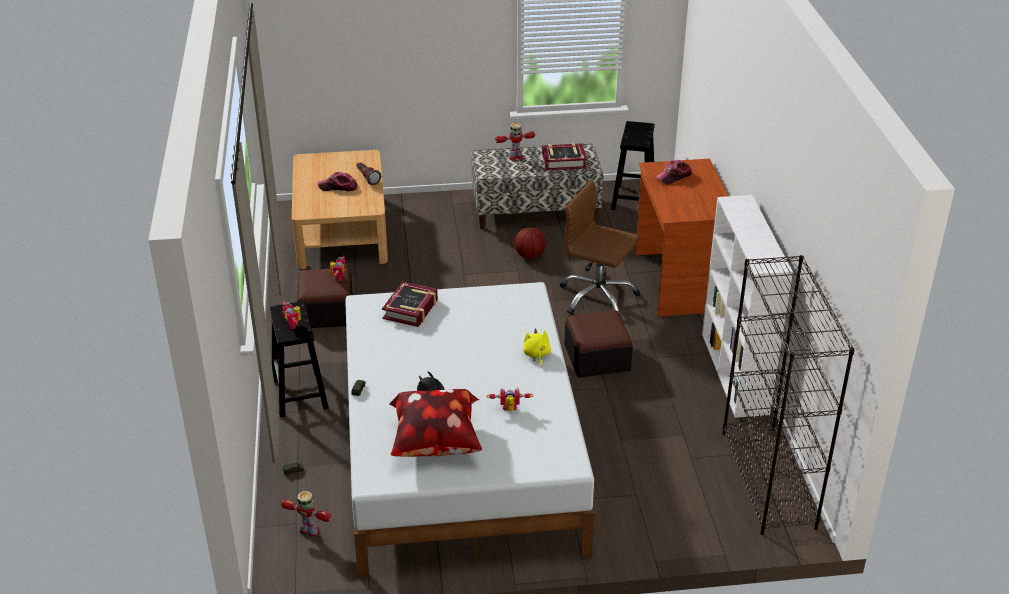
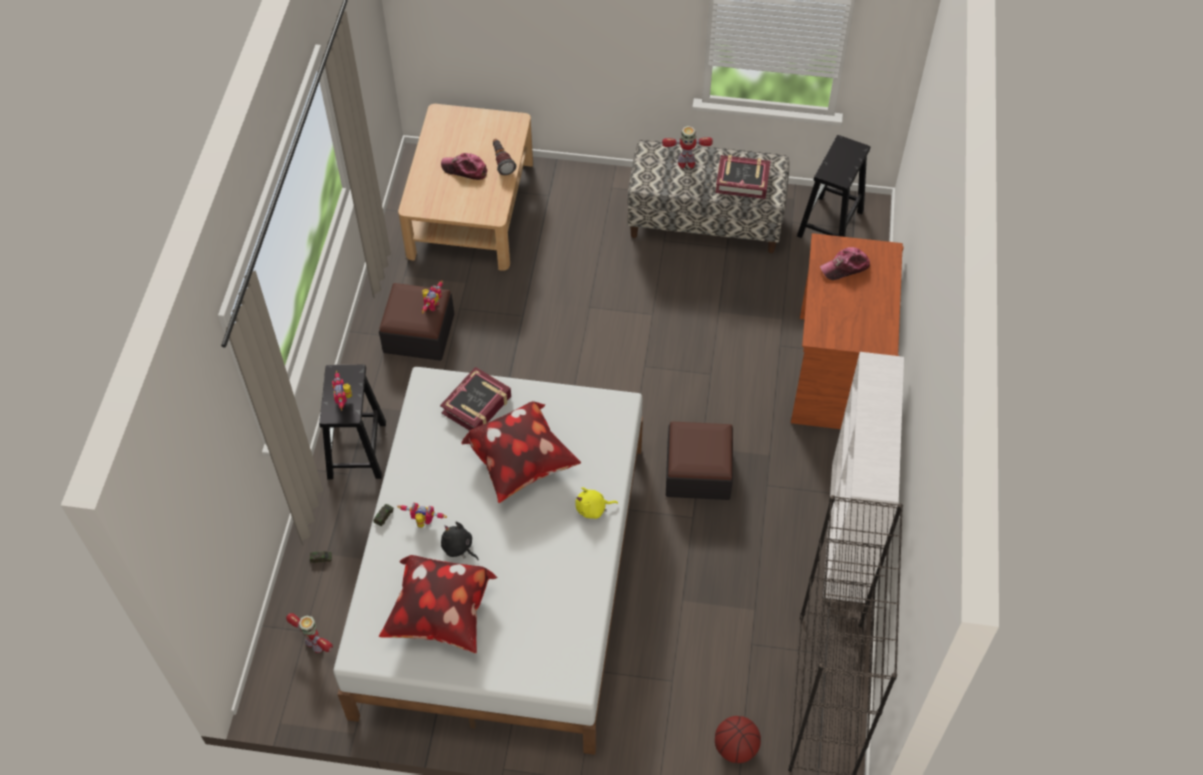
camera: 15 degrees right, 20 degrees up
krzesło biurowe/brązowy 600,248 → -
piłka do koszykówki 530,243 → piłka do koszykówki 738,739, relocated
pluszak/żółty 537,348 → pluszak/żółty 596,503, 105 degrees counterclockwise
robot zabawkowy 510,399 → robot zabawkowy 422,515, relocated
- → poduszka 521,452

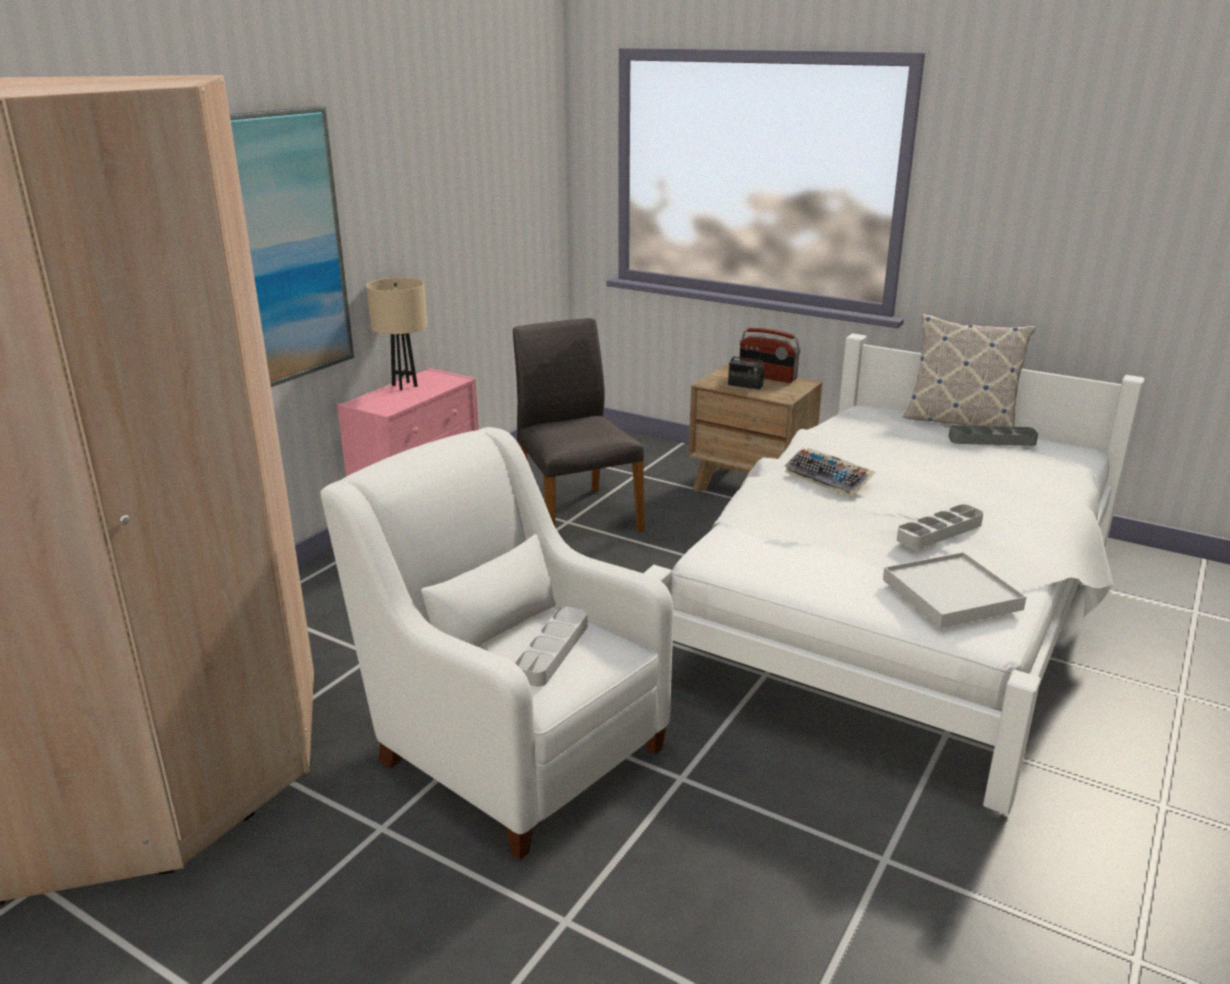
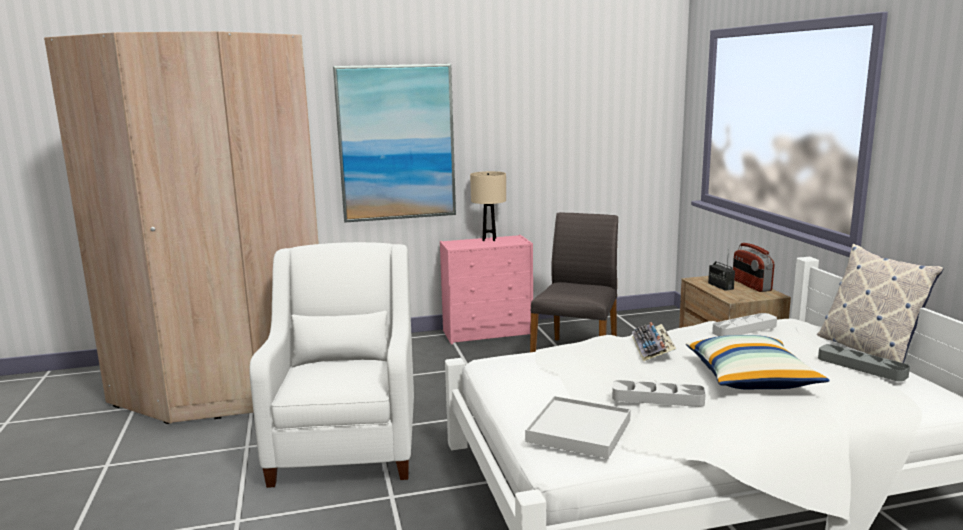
camera: 45 degrees right, 10 degrees down
taca/szary 551,647 → taca/szary 744,324, relocated
- → poduszka 758,362

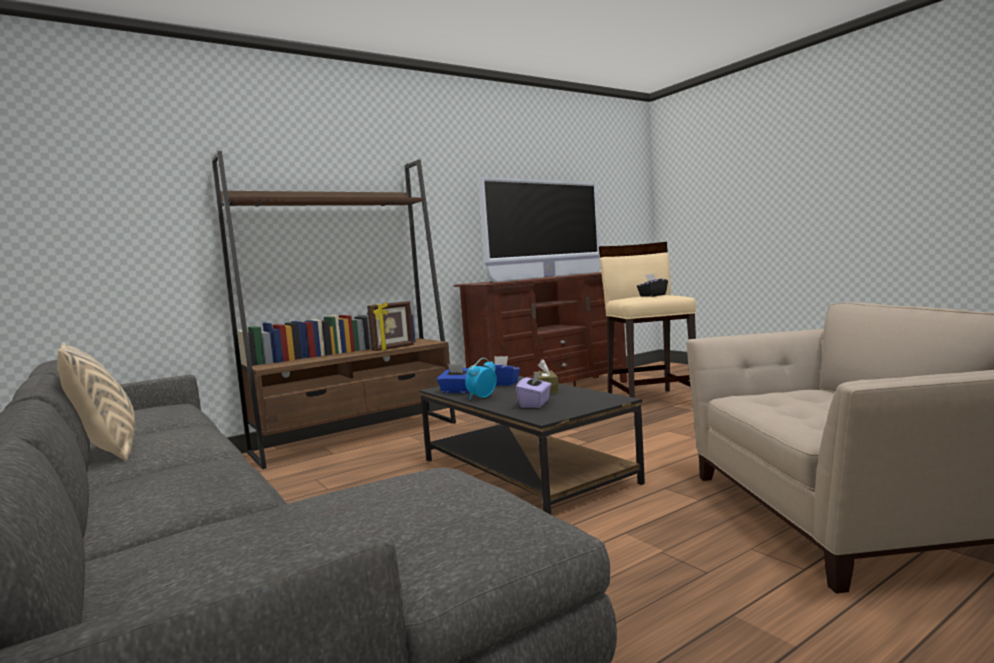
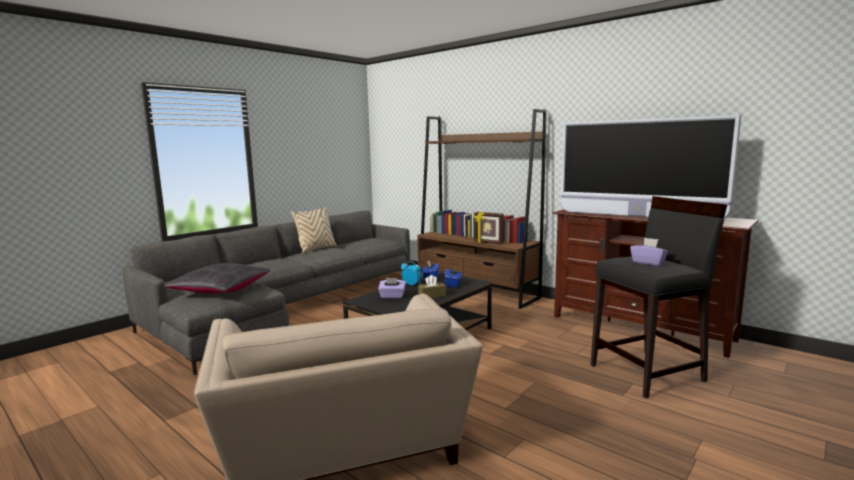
camera: 75 degrees right, 5 degrees up
stołek/beżowy 647,327 → stołek/czarny 659,297
pudełko chusteczek/czarny 652,285 → pudełko chusteczek/fioletowy 649,252
- → poduszka/czarny 217,278

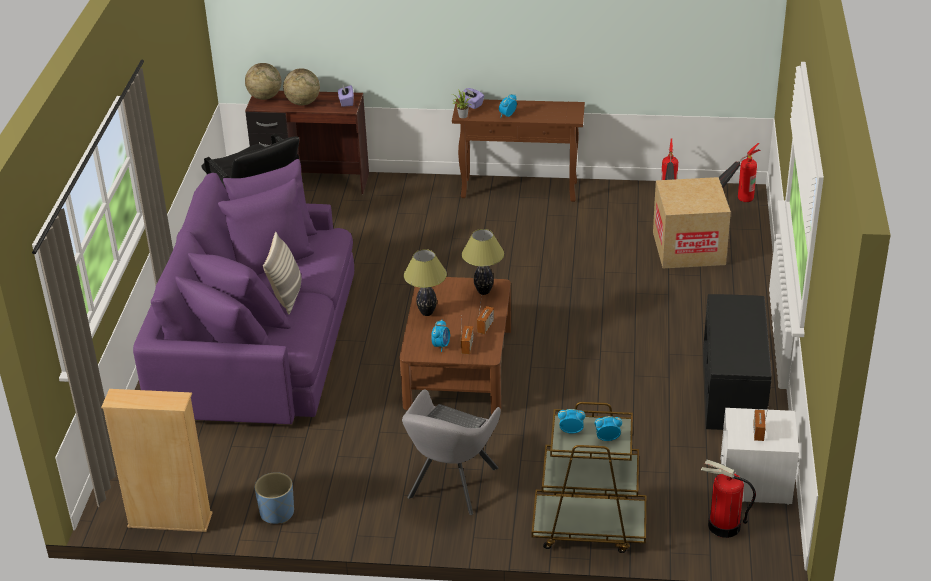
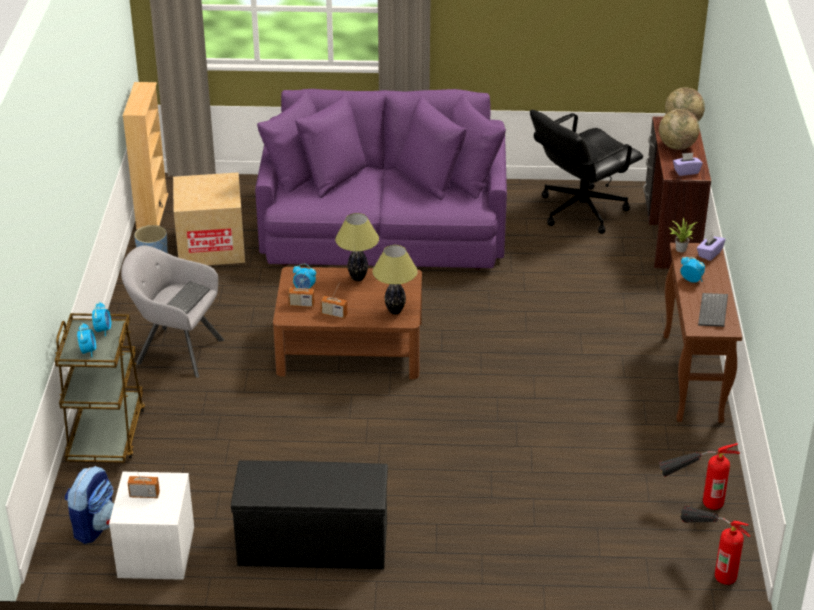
camera: 85 degrees right, 0 degrees up
karton 692,222 → karton 209,218, relocated
poduszka 282,273 → -
gaśnica 728,499 → plecak 89,505
- → klawiatura 713,310

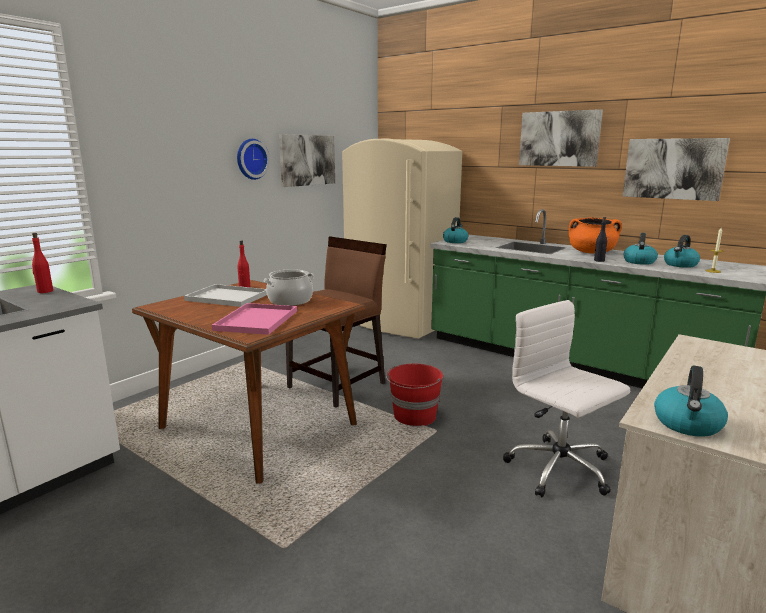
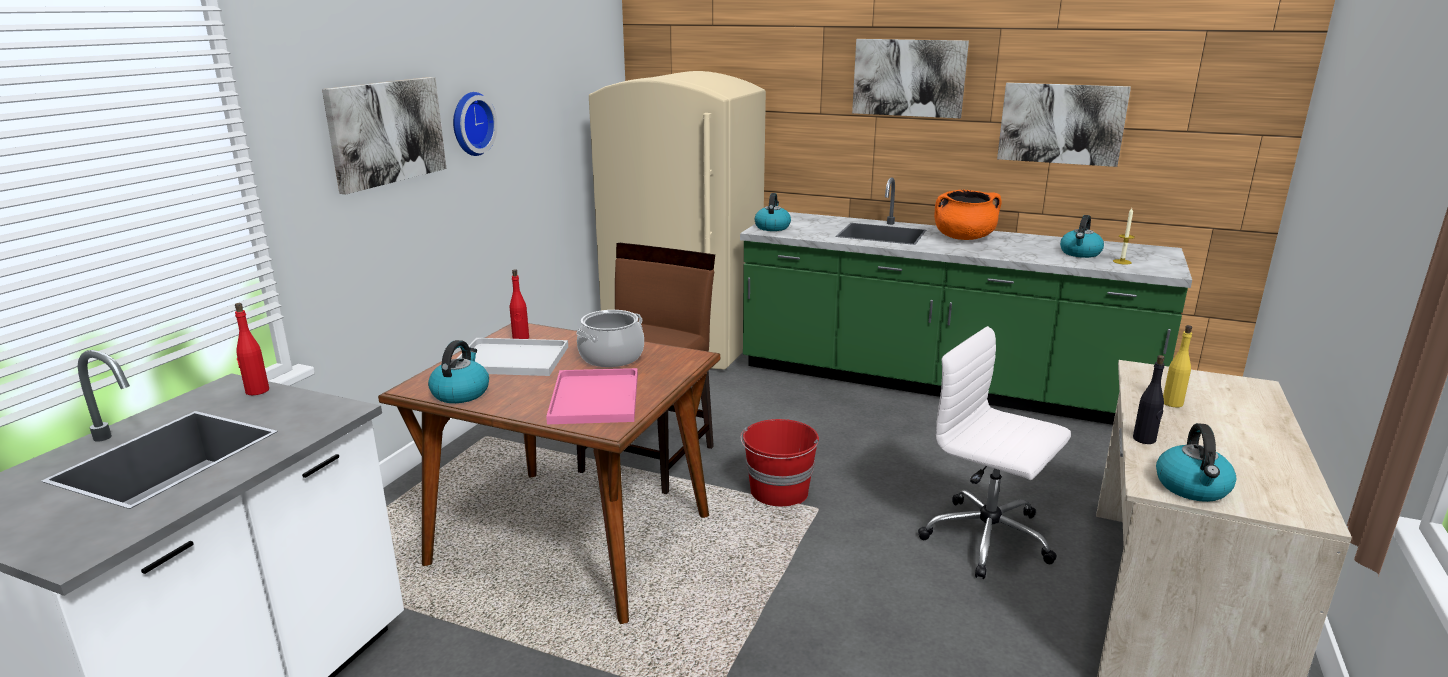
camera: 15 degrees left, 5 degrees up
obraz 307,160 → obraz 384,135, relocated
butelka/czarny 600,239 → butelka/czarny 1149,399, relocated
czajnik 640,249 → czajnik 458,371, relocated
- → butelka/żółty 1177,366

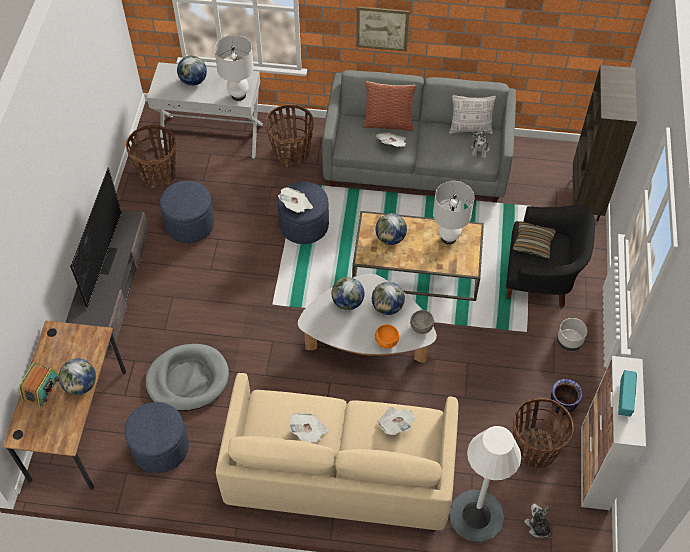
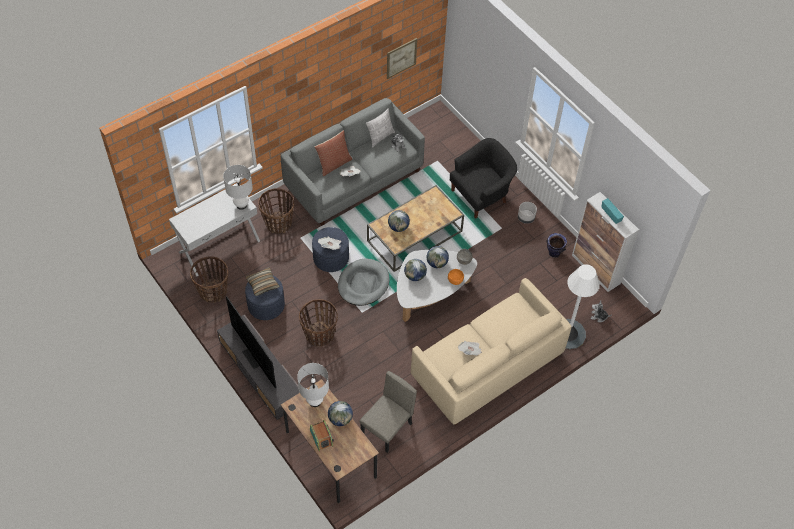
camera: 45 degrees left, 0 degrees up
obraz 383,29 → obraz 402,58, relocated
globus 192,71 → -
regał/brązowy 604,143 → -
lampa stołowa/biały 453,212 → lampa stołowa/biały 313,385, relocated
poduszka 534,240 → poduszka 262,281, relocated
legowisko/szary 187,377 → legowisko/szary 364,282, relocated
koszyk 543,433 → koszyk 318,322, relocated
pufa/niebieski 156,437 → krzesło/beżowy 388,412
gazeta 396,421 → -

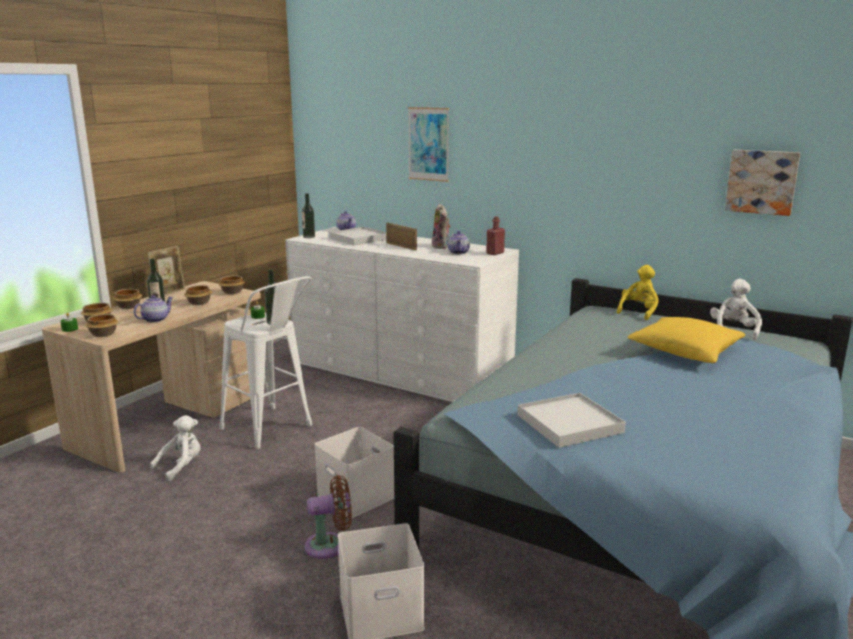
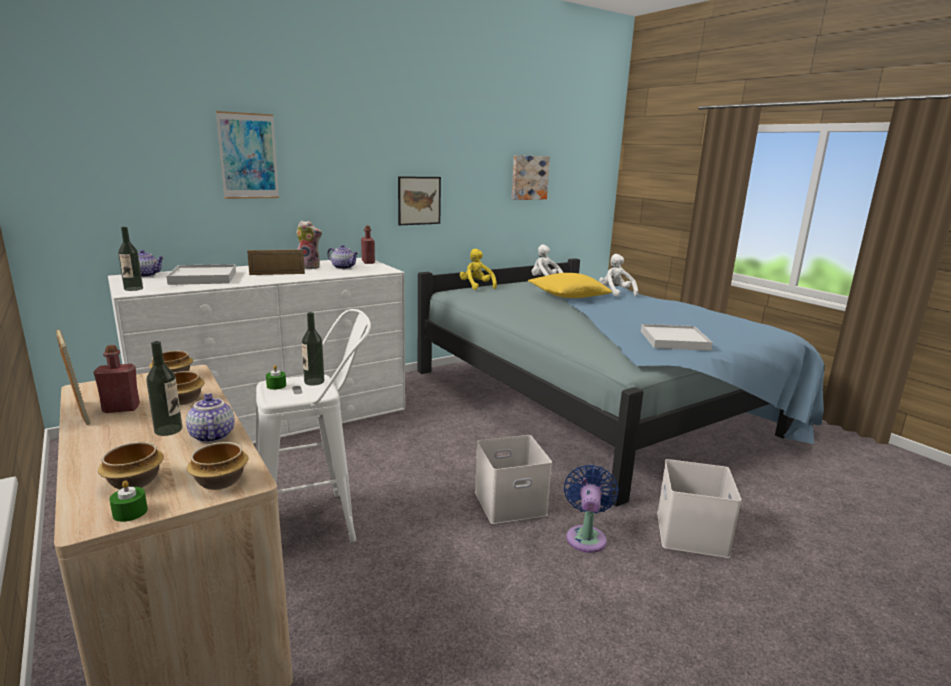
camera: 65 degrees left, 0 degrees up
miska 127,299 → -
pluszak/biały 175,448 → pluszak/biały 618,275, relocated
wentylator/brązowy 328,517 → wentylator/niebieski 591,509
- → obraz 419,201
- → butelka/czerwony 117,379

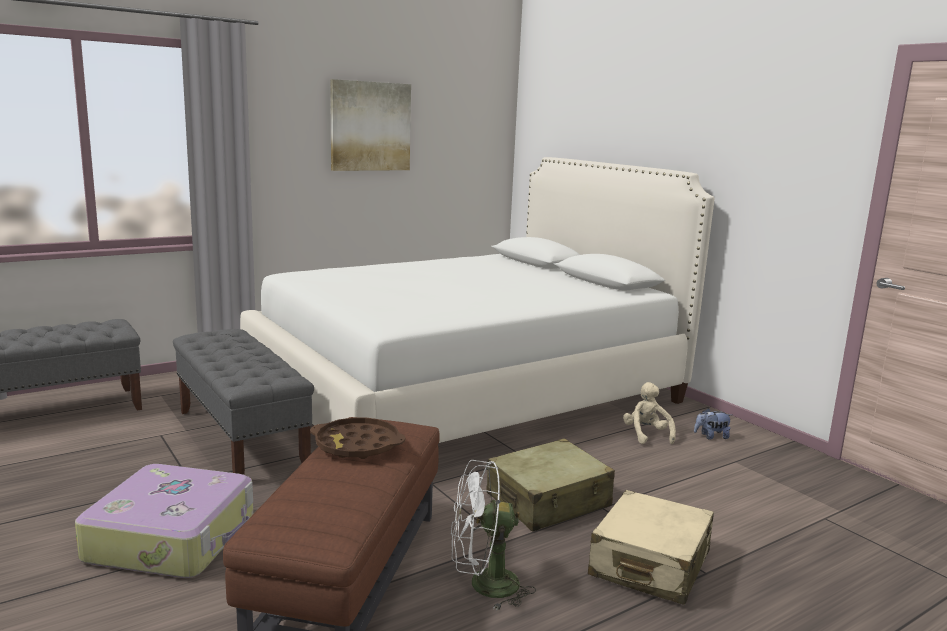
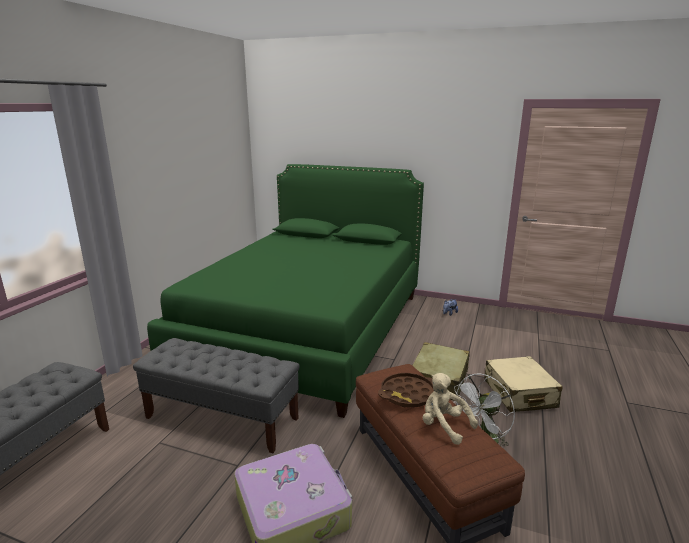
camera: 35 degrees left, 5 degrees up
obraz 370,125 → -
łóżko/biały 477,300 → łóżko/zielony 285,291
pluszak/beżowy 649,413 → pluszak/beżowy 450,409, relocated

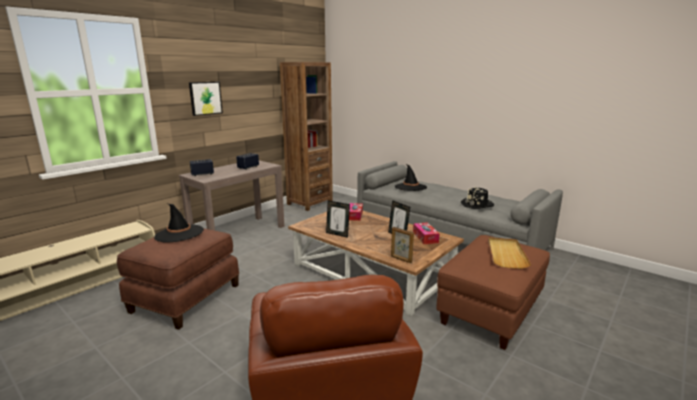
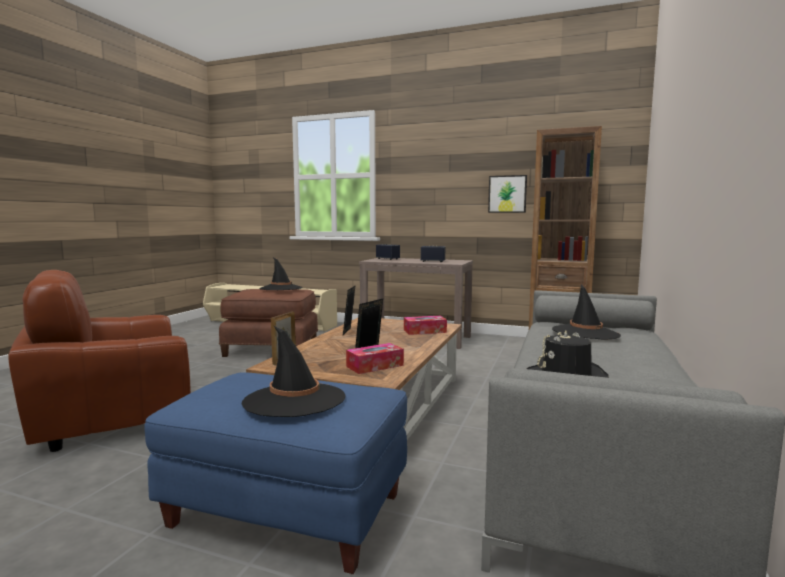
camera: 70 degrees right, 10 degrees down
obraz 206,99 → obraz 507,194, relocated
pufa/brązowy 493,292 → pufa/niebieski 275,473
taca/beżowy 509,253 → kapelusz/czarny 293,371

